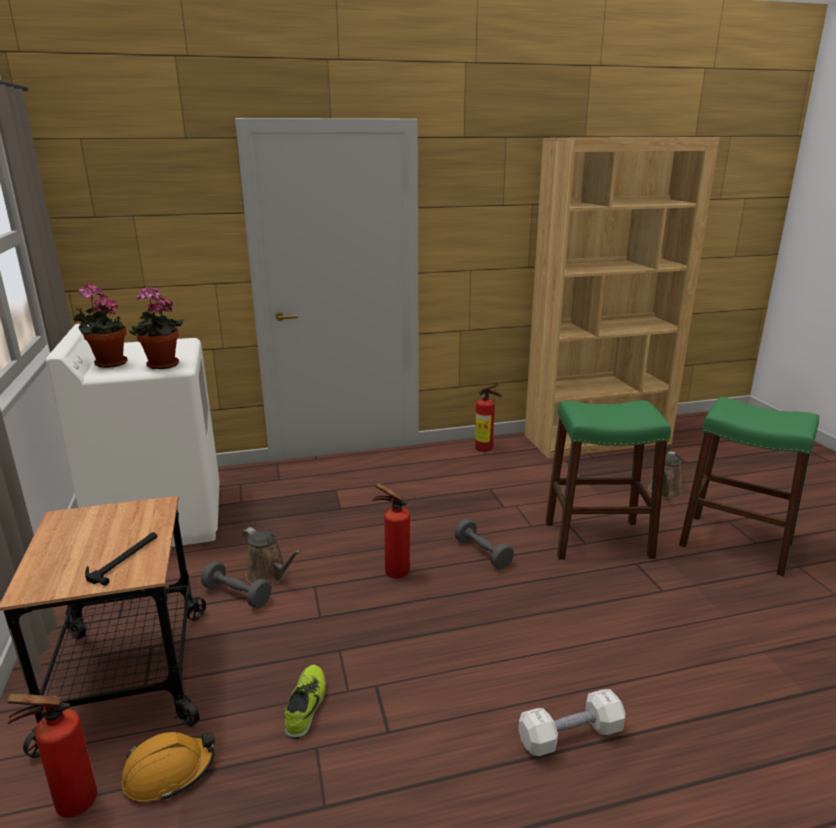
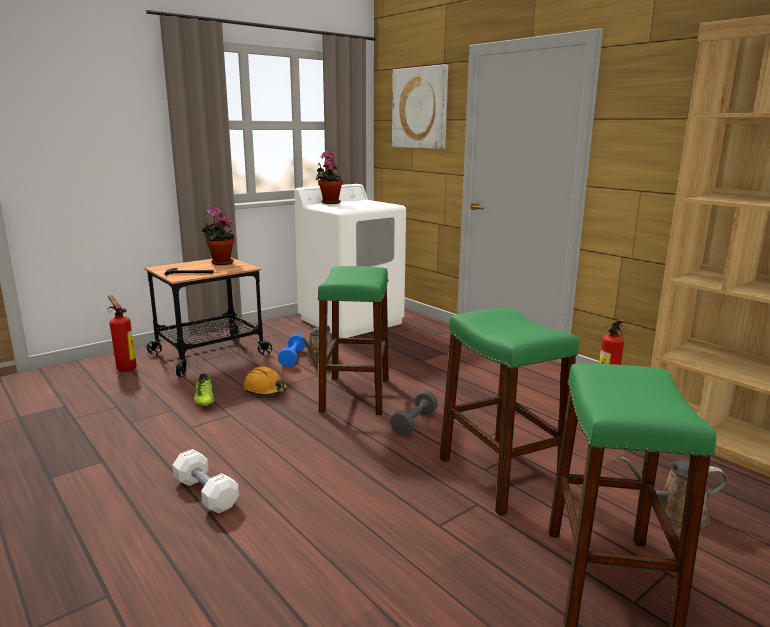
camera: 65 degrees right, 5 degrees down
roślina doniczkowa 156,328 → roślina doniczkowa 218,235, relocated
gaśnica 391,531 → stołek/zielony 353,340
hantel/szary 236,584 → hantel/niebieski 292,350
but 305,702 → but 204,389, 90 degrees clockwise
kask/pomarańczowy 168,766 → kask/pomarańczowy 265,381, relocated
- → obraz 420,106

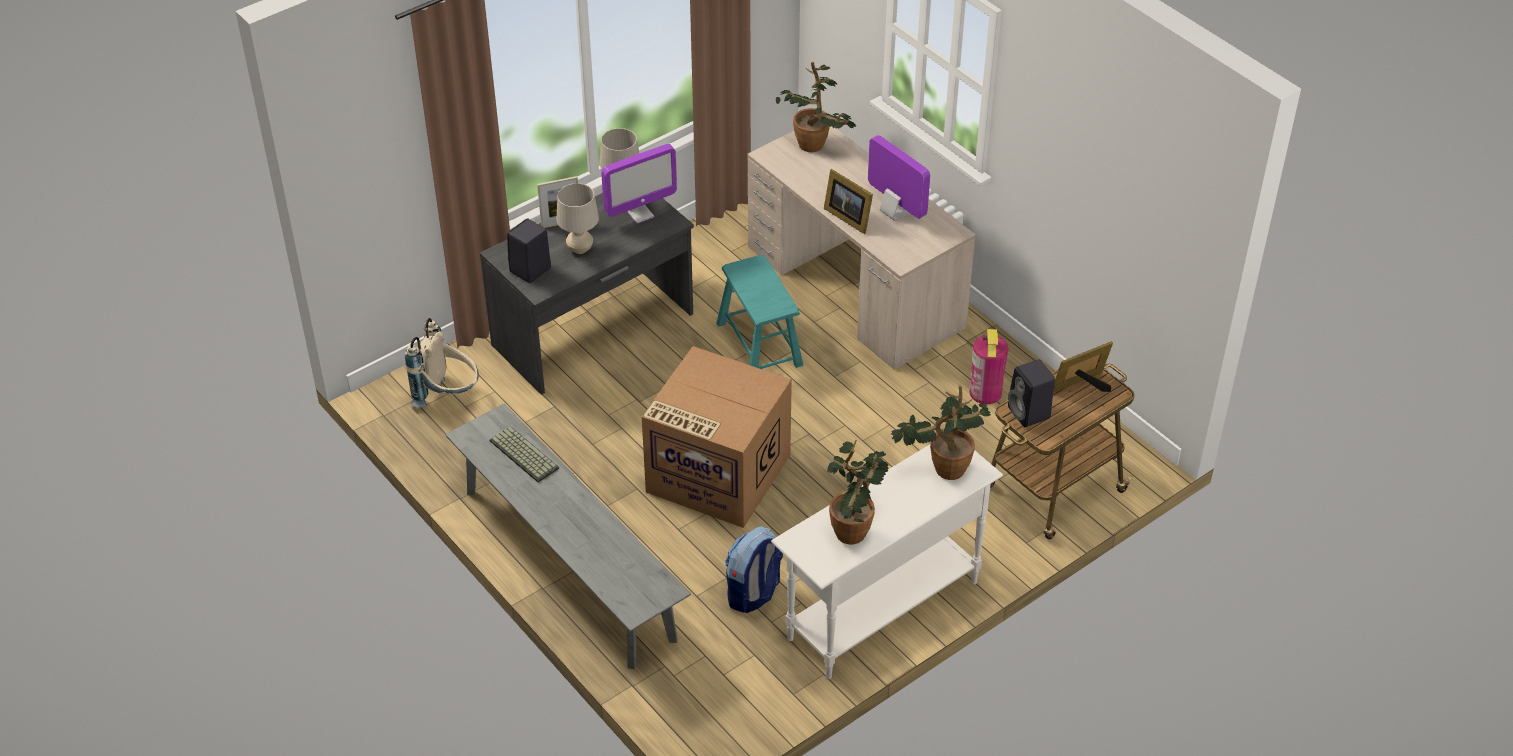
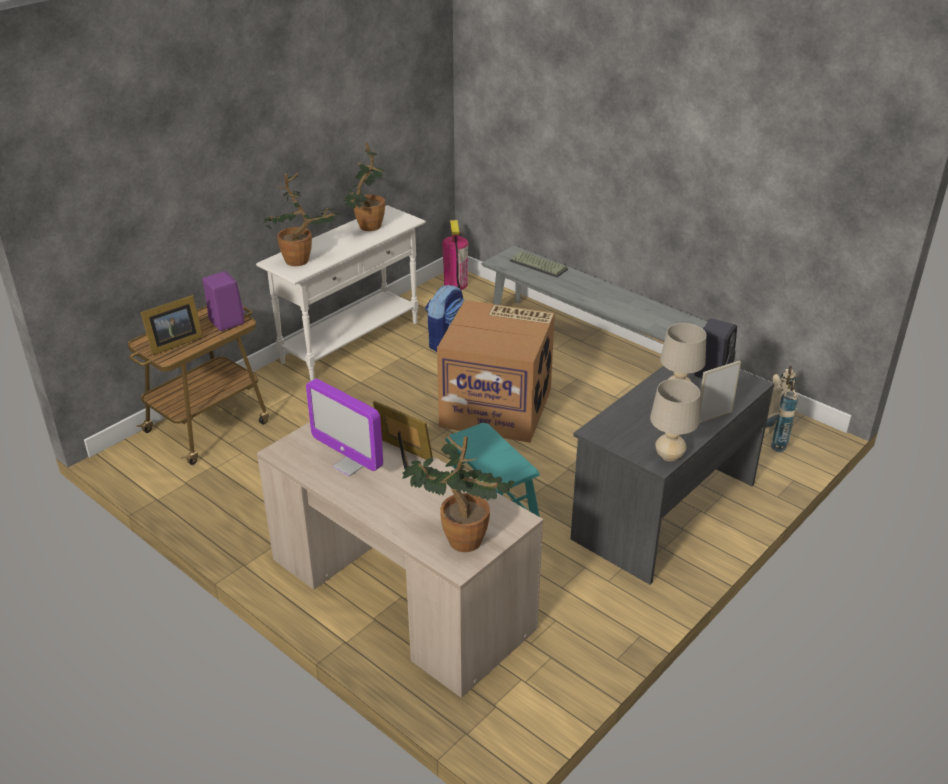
camera: 170 degrees right, 10 degrees down
monitor 639,183 → -
gaśnica 989,366 → gaśnica 455,255, relocated
głośnik/czarny 1031,393 → głośnik/fioletowy 223,301
klawiatura 524,454 → klawiatura 539,264, relocated

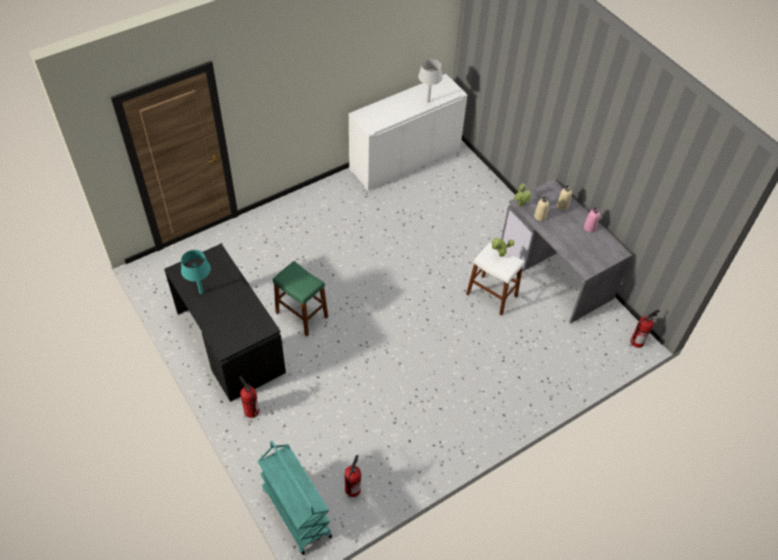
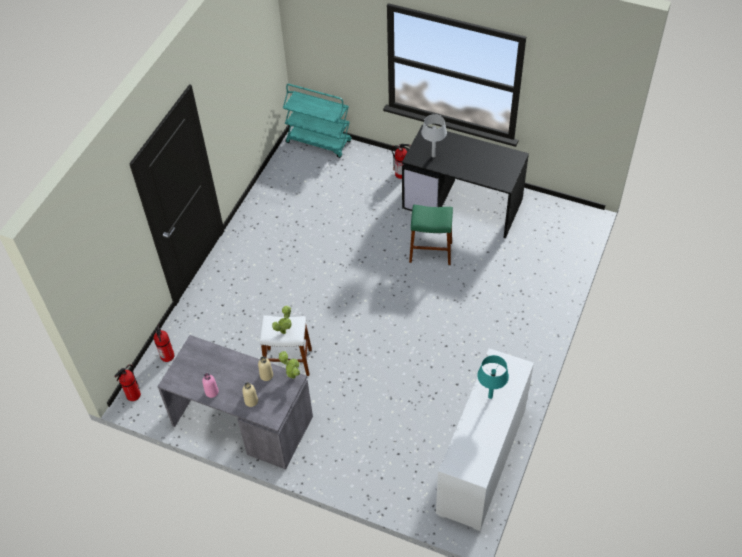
camera: 150 degrees right, 0 degrees up
lampa stołowa/szary 430,81 → lampa stołowa/szary 434,135, relocated
lampa stołowa/turkusowy 196,272 → lampa stołowa/turkusowy 493,377, relocated
gaśnica 352,476 → gaśnica 164,343, relocated

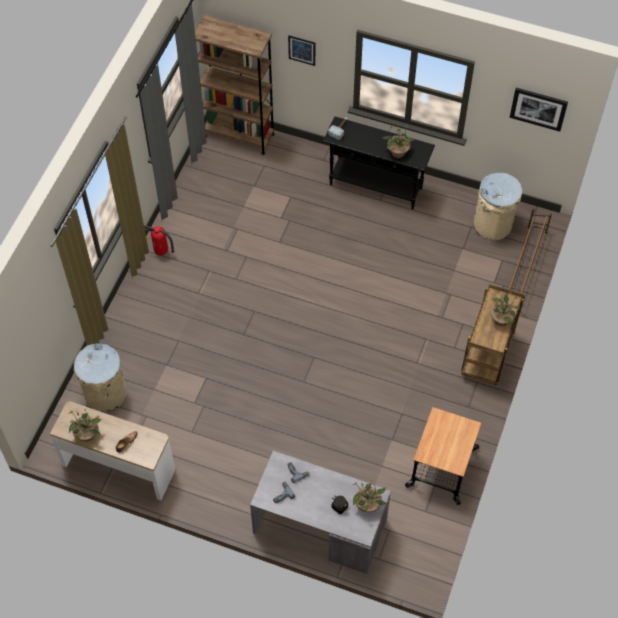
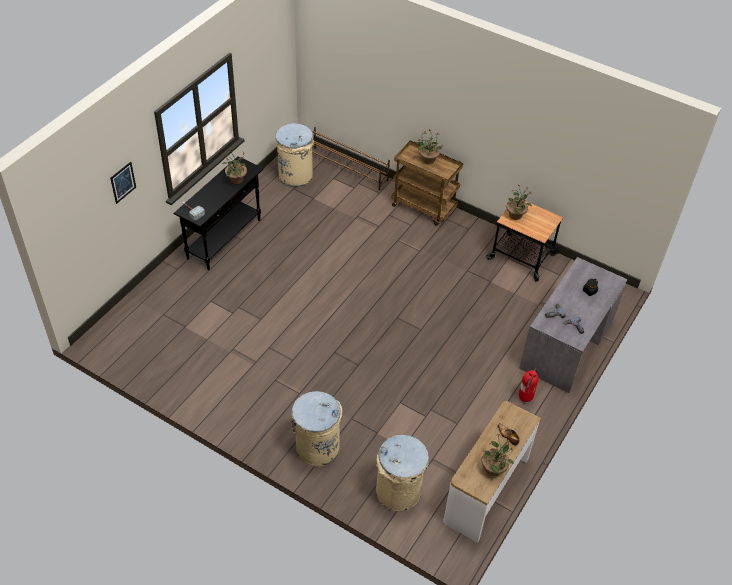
camera: 80 degrees left, 10 degrees down
regał/brązowy 235,85 → -
obraz 539,110 → -
gaśnica 159,240 → gaśnica 529,385, relocated
roślina doniczkowa 370,496 → roślina doniczkowa 519,202, relocated
- → kosz na śmieci/beżowy 317,428

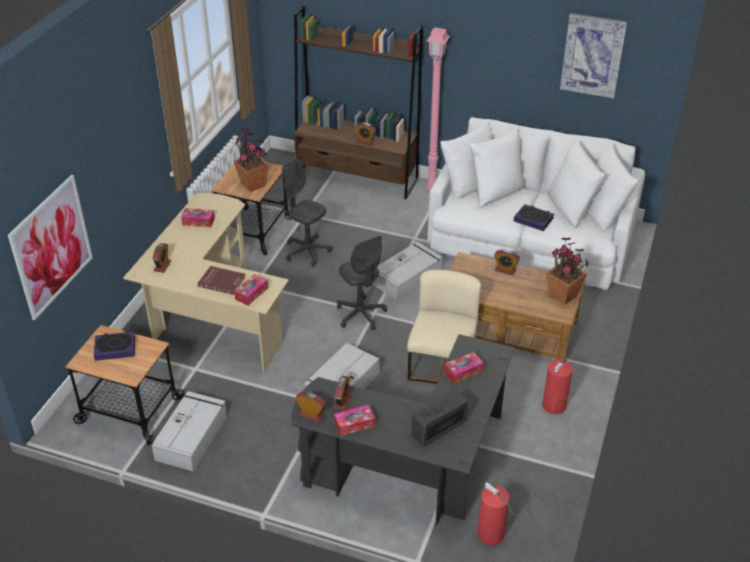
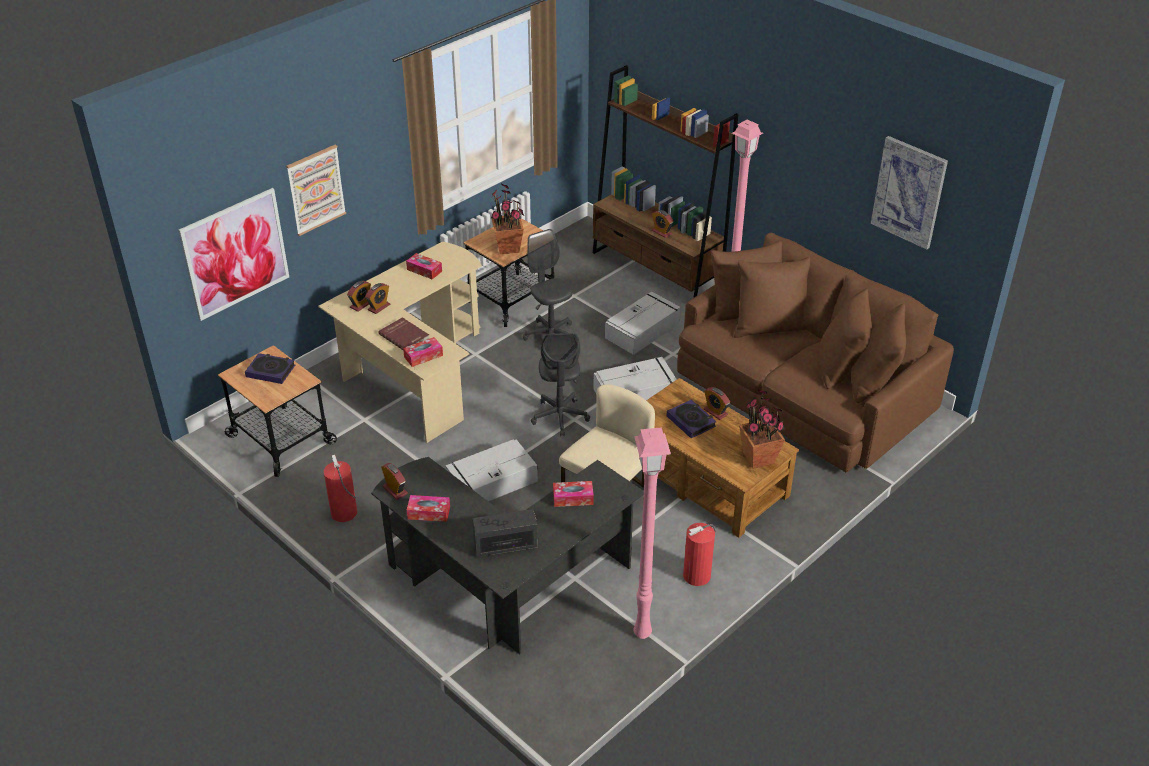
camera: 25 degrees right, 0 degrees up
kanapa/biały 536,203 → kanapa/brązowy 815,352
książka 534,217 → książka 692,419, relocated
budzik 342,393 → budzik 377,298, relocated
pojemnik do przechowywania/szary 189,431 → pojemnik do przechowywania/szary 643,323, relocated
gaśnica 499,513 → gaśnica 340,488, relocated
- → obraz 316,190
- → lampa stojąca/różowy 652,533

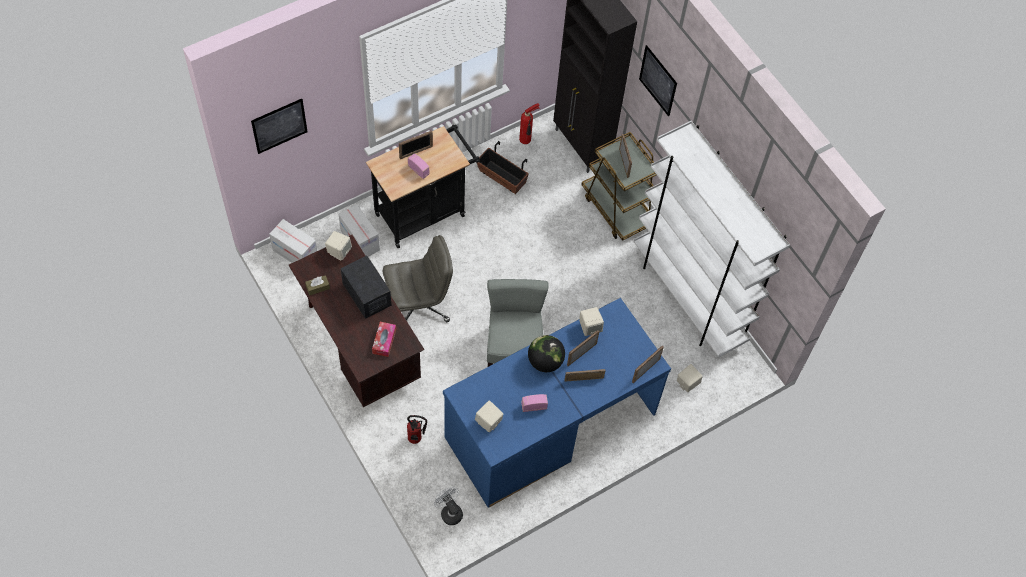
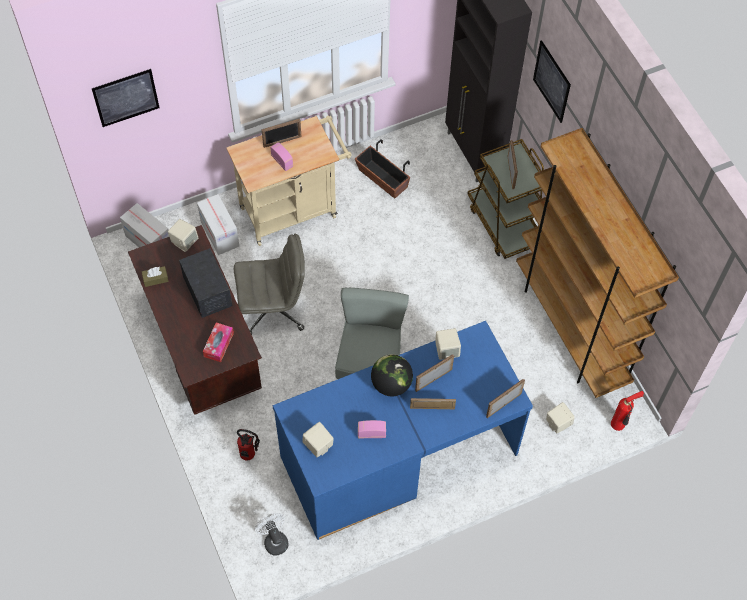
camera: 10 degrees right, 0 degrees up
gaśnica 529,123 → gaśnica 627,411, relocated
regał/biały 712,239 → regał/brązowy 597,263
wózek/czarny 423,187 → wózek/beżowy 289,181

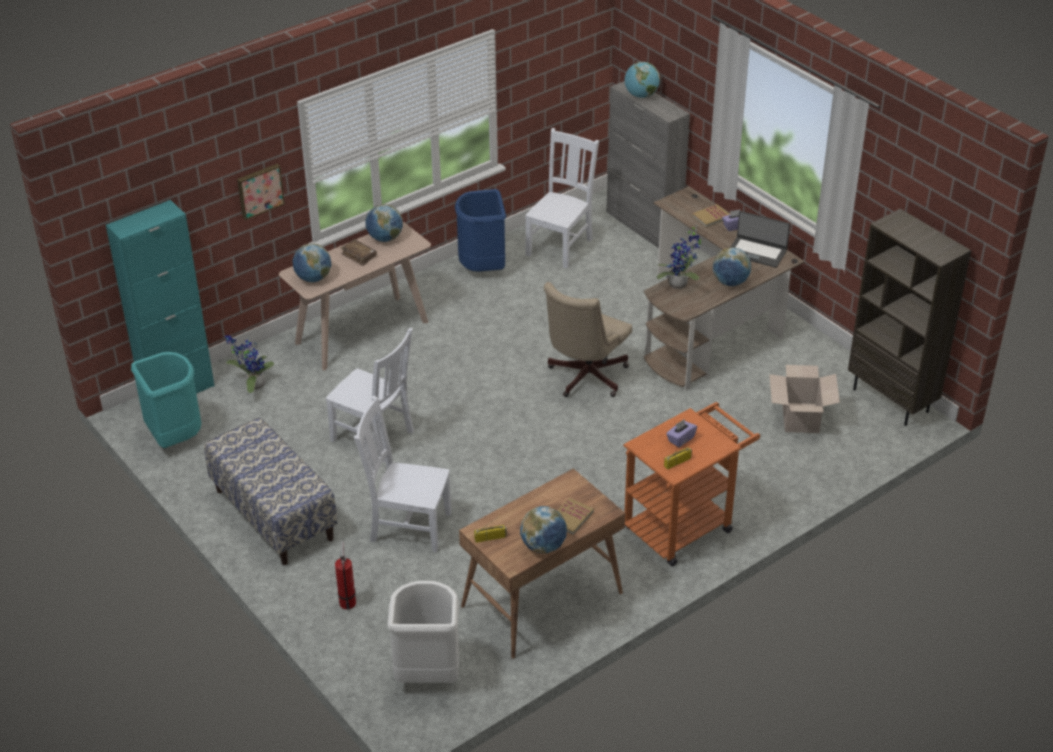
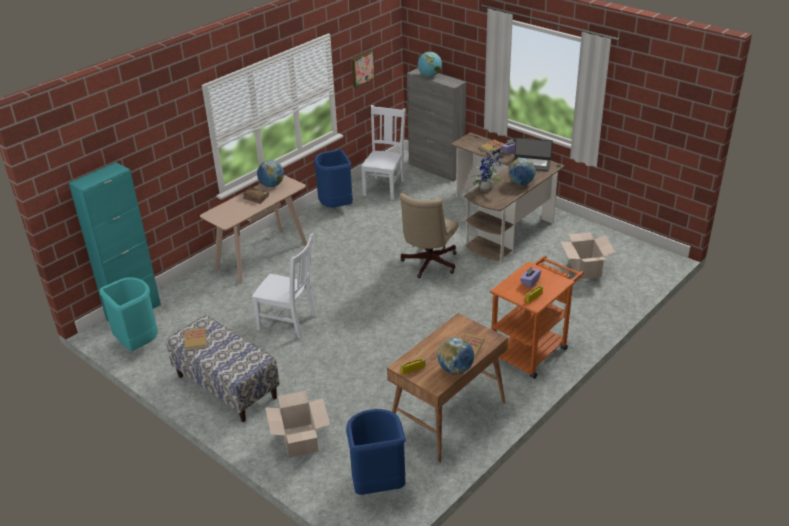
camera: 10 degrees left, 5 degrees down
obraz 261,192 → obraz 363,69, relocated
regał/brązowy 909,317 → -
globus 311,262 → -
roślina doniczkowa 249,364 → -
krzesło/biały 402,473 → -
gaśnica 345,575 → karton 297,424
kosz na śmieci/biały 423,632 → kosz na śmieci/niebieski 376,452
- → książka 195,339

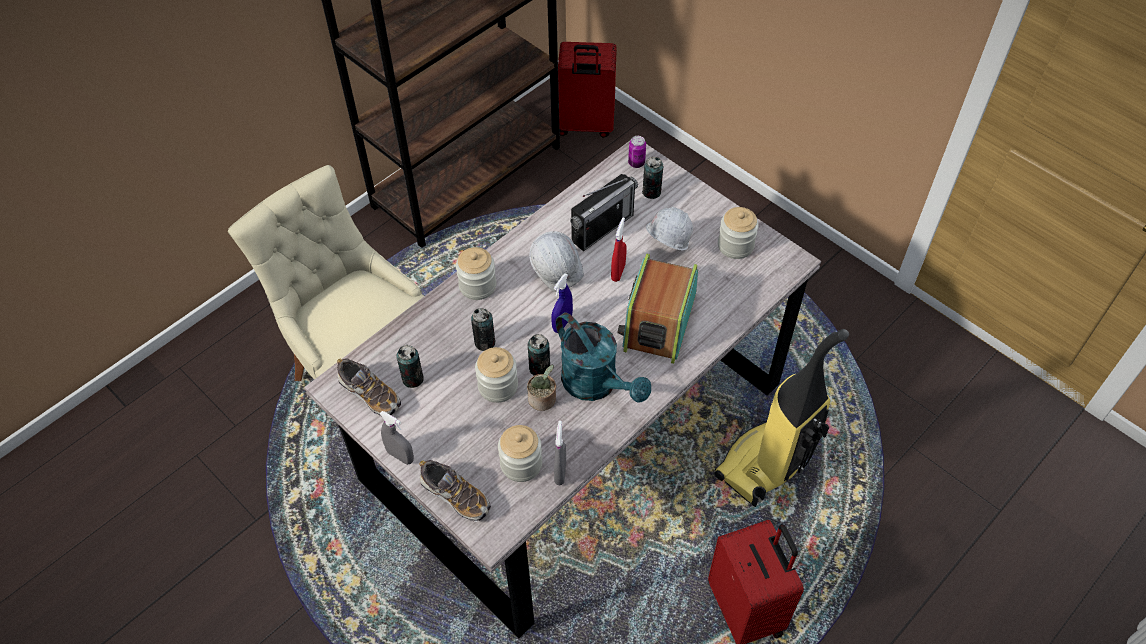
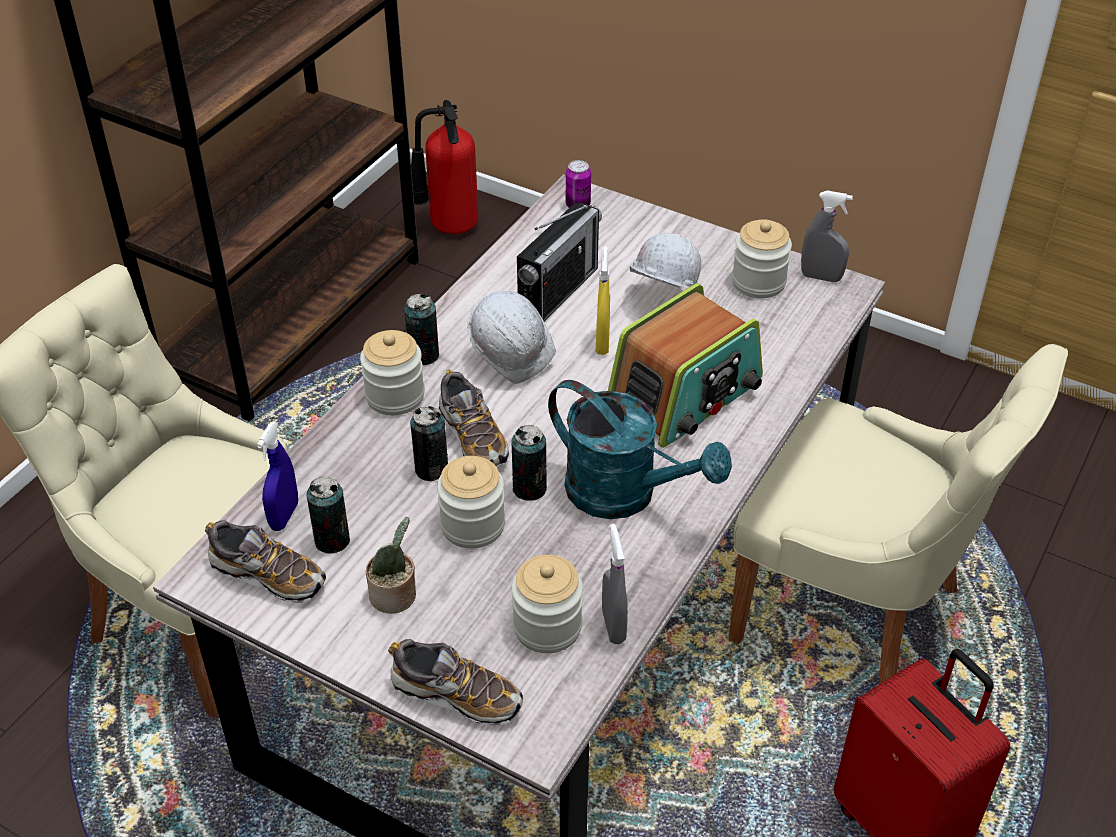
camera: 15 degrees left, 10 degrees down
walizka/czerwony 587,89 → gaśnica 444,167
puszka 652,178 → puszka 421,329, relocated
spryskiwacz/czerwony 619,250 → spryskiwacz/żółty 602,300
radio 657,309 → radio 685,365, 135 degrees counterclockwise
spryskiwacz/niebieski 562,303 → spryskiwacz/niebieski 277,476, relocated
odkurzacz 781,418 → krzesło/beżowy 898,514
roślina doniczkowa 541,388 → roślina doniczkowa 391,565, relocated
spryskiwacz/szary 397,438 → spryskiwacz/szary 827,236, relocated
- → but 474,418

